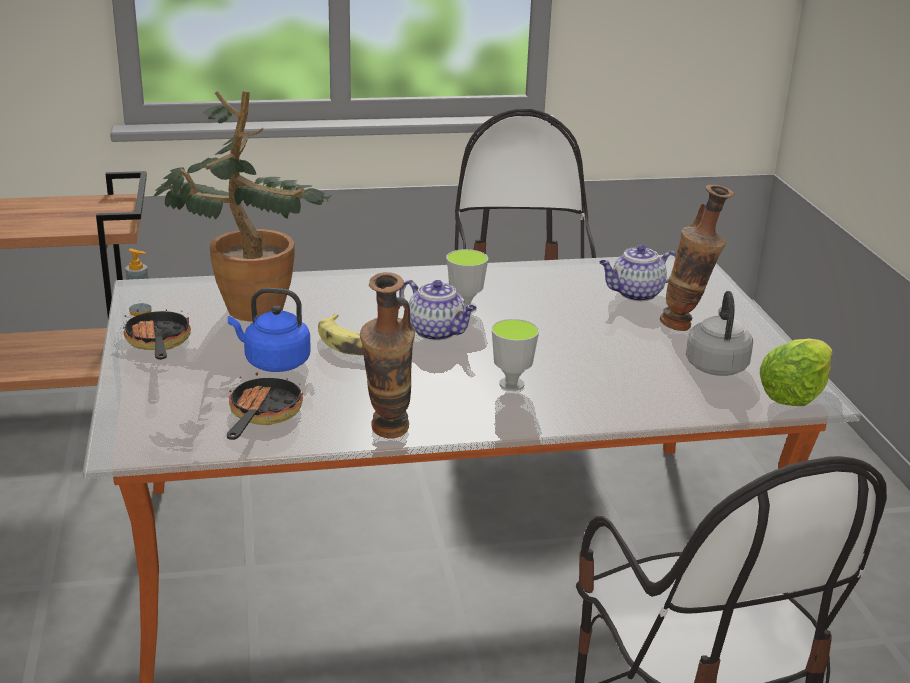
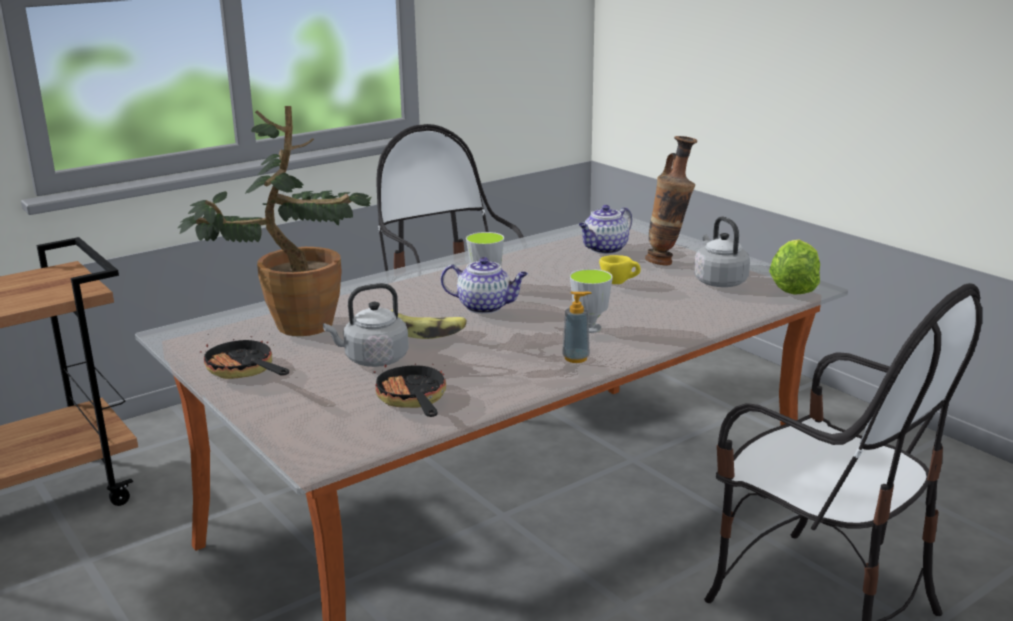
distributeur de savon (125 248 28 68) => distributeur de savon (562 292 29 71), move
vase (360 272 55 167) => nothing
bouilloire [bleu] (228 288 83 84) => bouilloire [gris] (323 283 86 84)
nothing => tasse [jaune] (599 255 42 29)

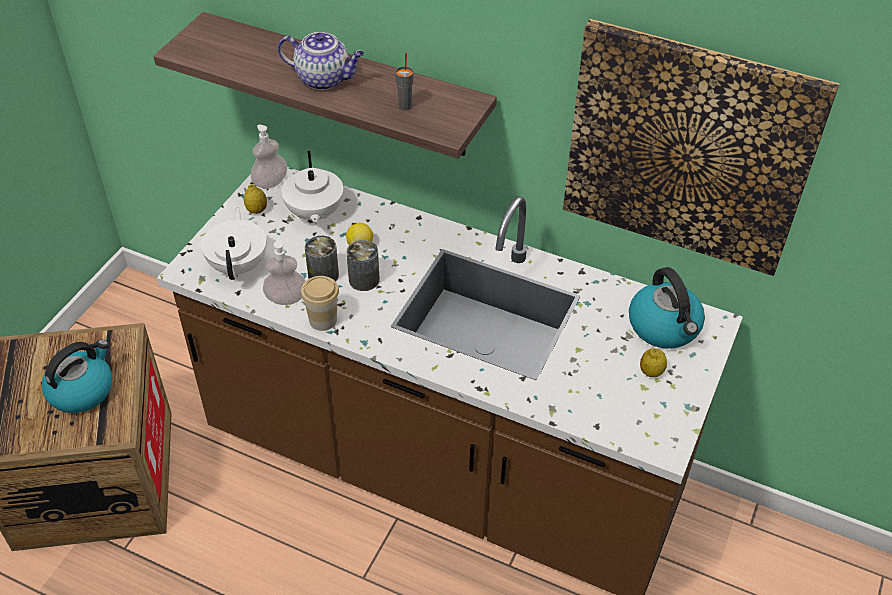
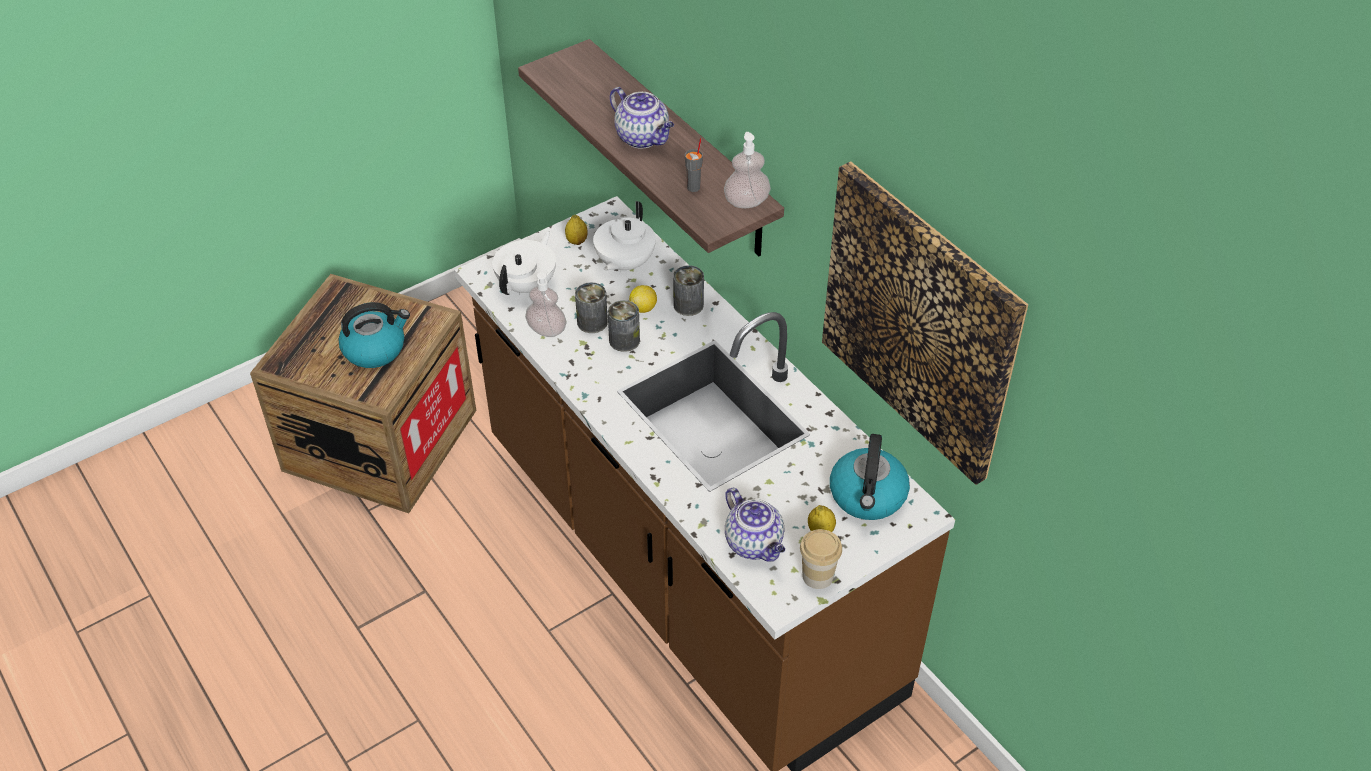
distributeur de savon (251 125 36 64) => distributeur de savon (724 132 47 76), move
tasse (301 276 38 55) => tasse (800 529 42 60), move
nothing => boîte métallique (673 265 31 51)
nothing => théière (725 488 60 74)

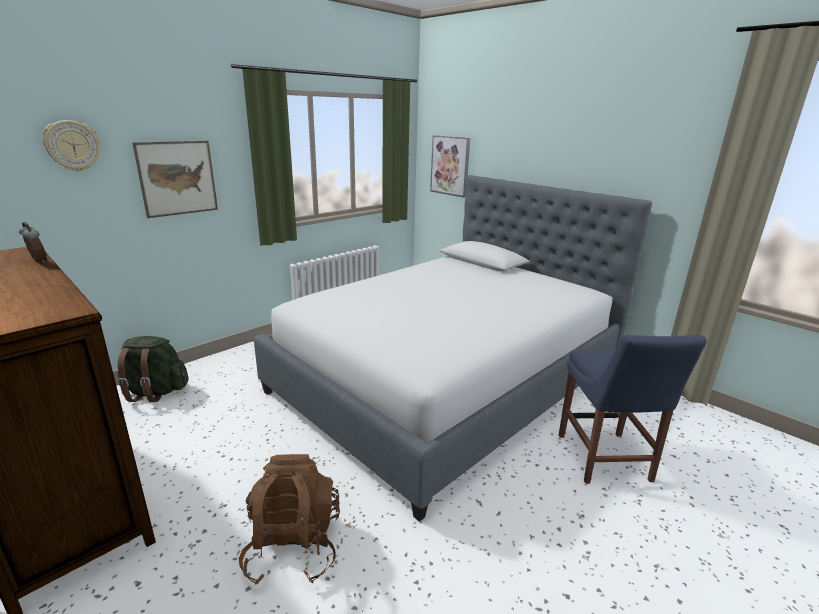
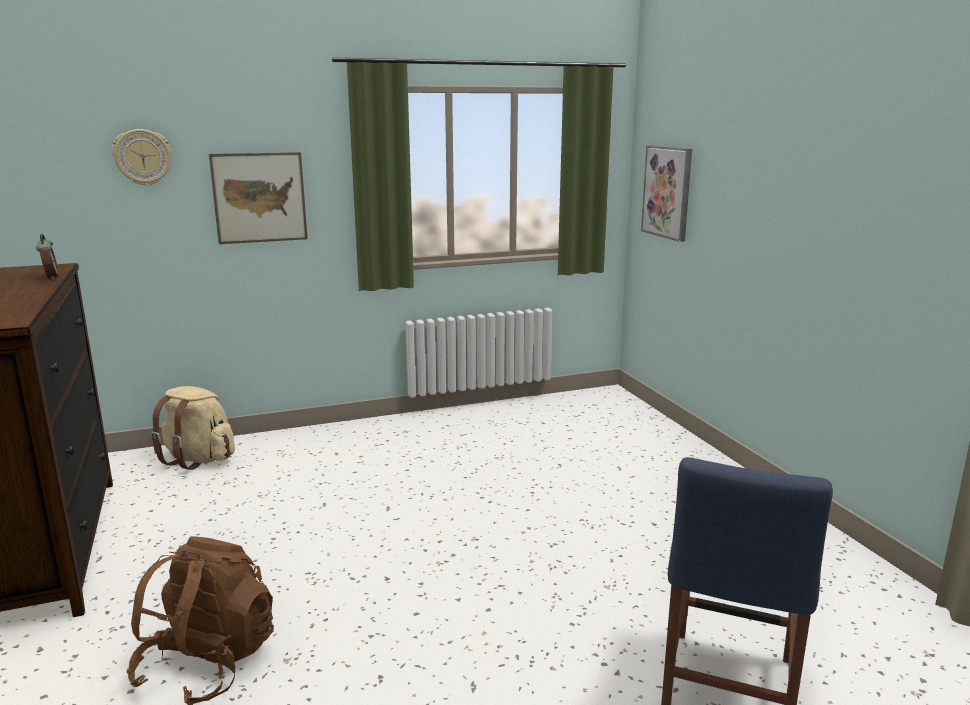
lit (254 175 398 347) => nothing
sac à dos [vert] (118 336 70 66) => sac à dos [beige] (151 386 84 84)

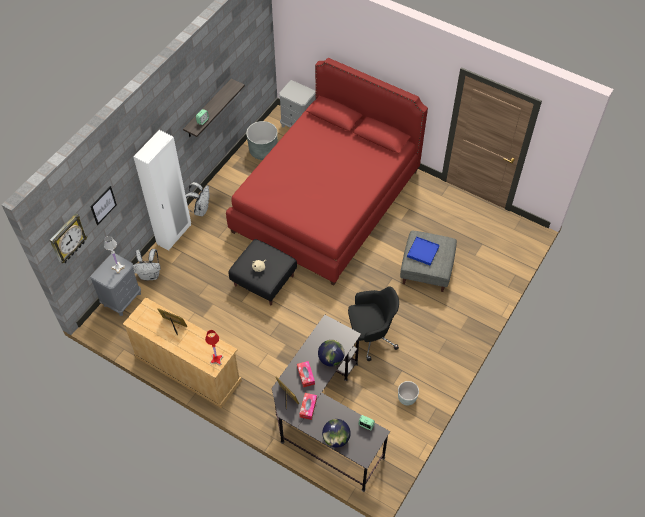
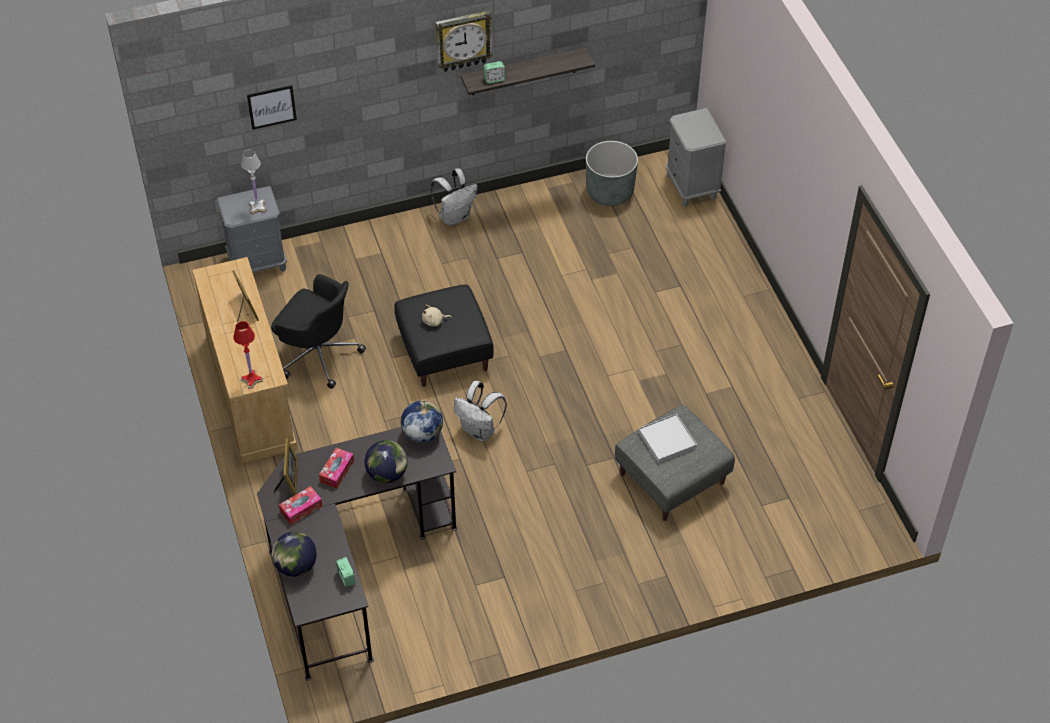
lit [rouge] (226 58 202 227) => nothing
armoire [blanc] (133 130 58 121) => nothing
horloge murale (50 213 37 50) => horloge murale (435 10 58 62), move
plateau [bleu] (407 236 32 29) => plateau [blanc] (638 413 59 50)
sac à dos [blanc] (133 249 27 31) => sac à dos [blanc] (454 381 53 61), move
chaise de bureau [noir] (348 286 51 75) => chaise de bureau [noir] (271 274 95 115), move
cache-pot [gris] (398 381 21 24) => nothing
nothing => globe (401 401 42 42)

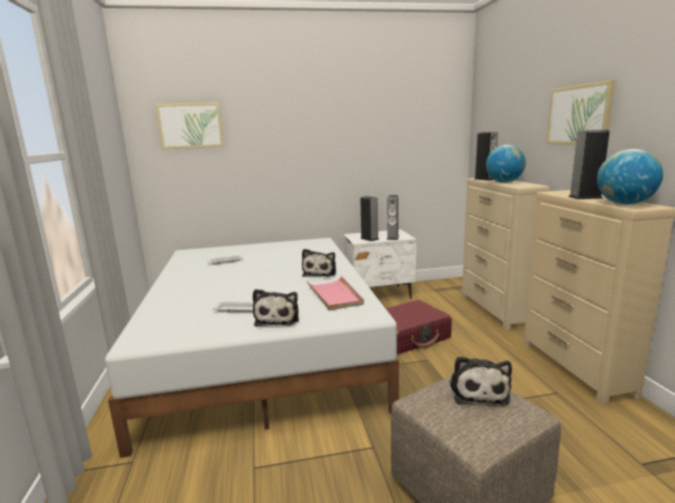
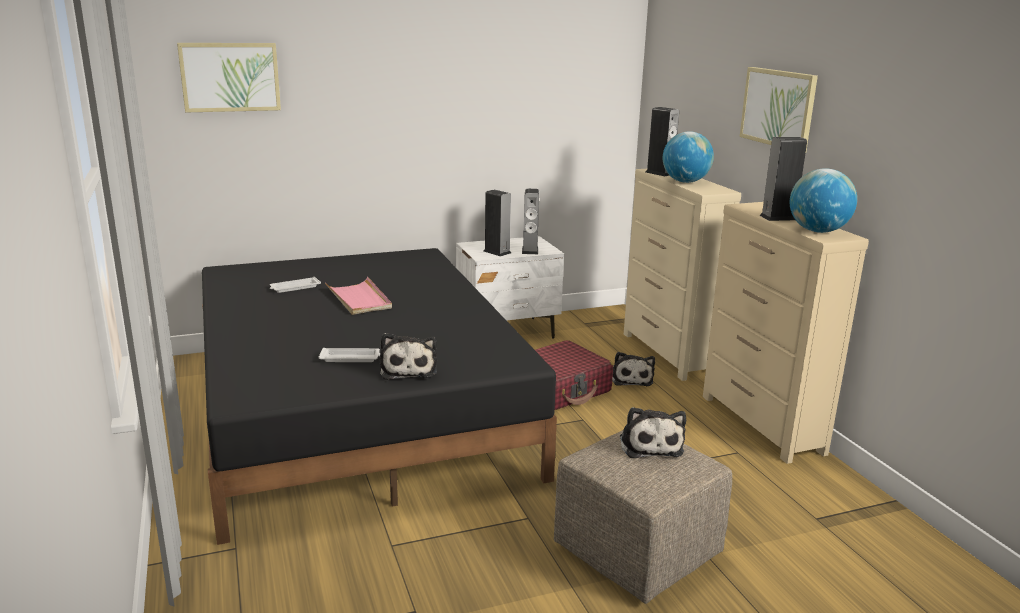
lit [blanc] (105 238 294 220) => lit [noir] (202 248 355 297)
peluche (302 249 34 28) => peluche (612 352 43 34), move
plateau [rose] (306 276 58 35) => plateau [rose] (325 277 67 38), move

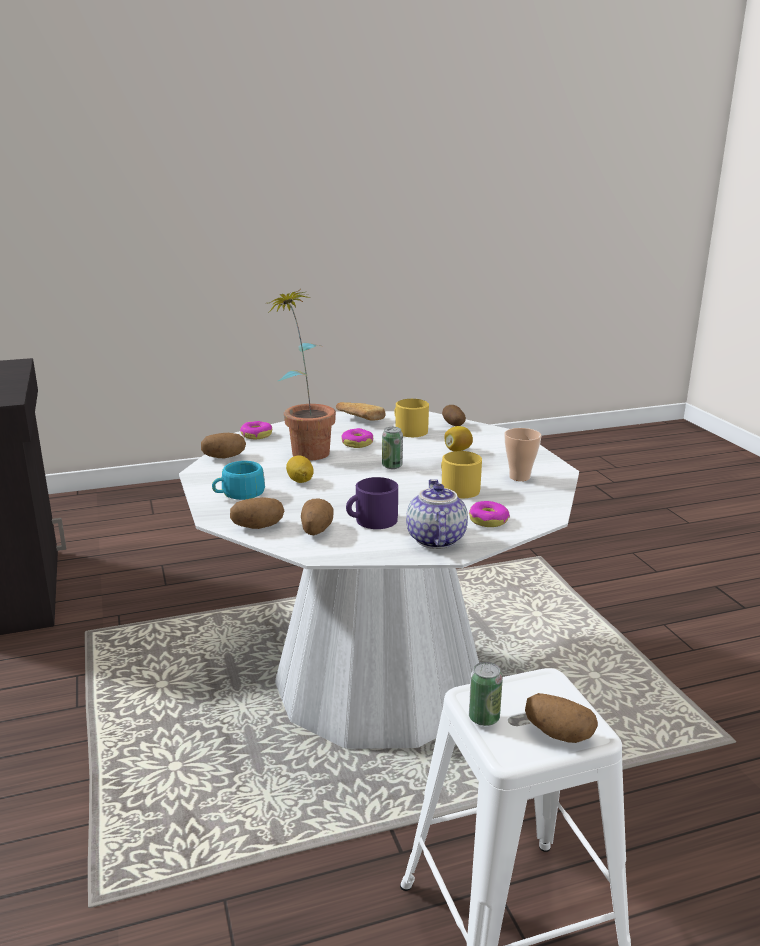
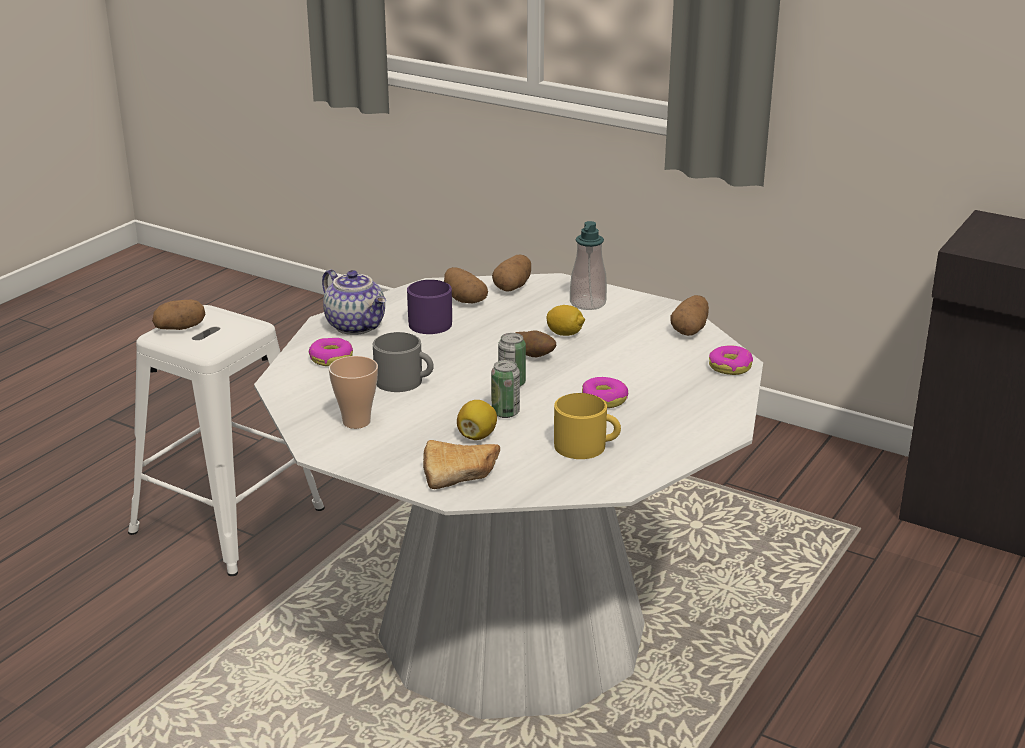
plante en pot (269 289 67 171) => nothing
pain (336 402 50 19) => pain (423 440 77 49), move
pomme de terre (442 405 24 21) => pomme de terre (516 331 40 26), move
mug [jaune] (441 451 41 47) => mug [gris] (373 332 61 60)
tasse [turquoise] (212 461 53 39) => distributeur de savon (570 221 37 89)
boîte métallique (469 662 34 64) => boîte métallique (491 360 29 58), move

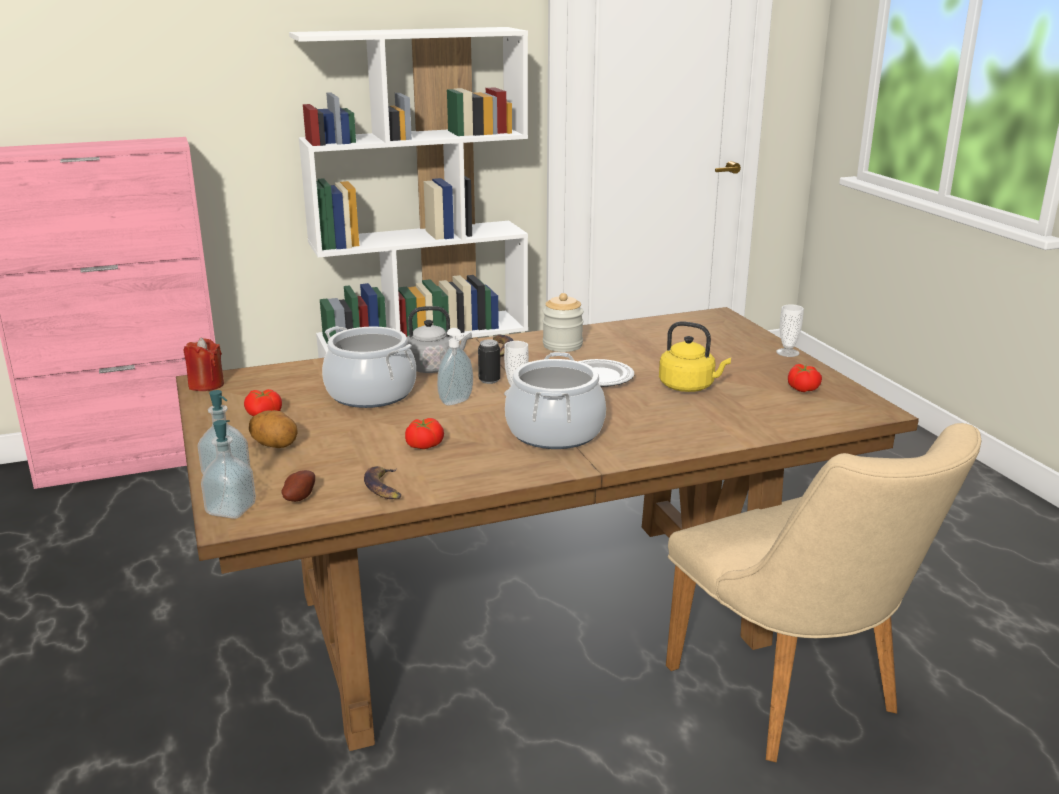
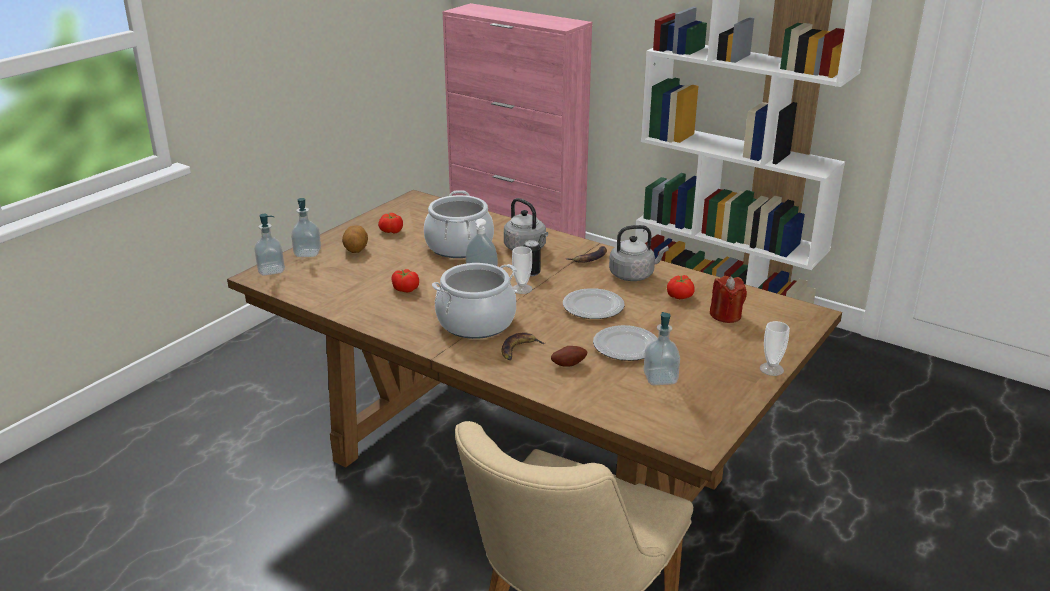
bocal (543 293 41 59) => bouilloire [gris] (609 225 60 56)
bouilloire [jaune] (659 321 72 71) => assiette (593 325 65 36)
bougie [rouge] (184 337 40 54) => bougie [rouge] (710 276 37 47), move
tomate (788 364 34 28) => tomate (667 275 28 24), move
banane (364 466 37 33) => banane (502 332 43 28), move
pomme de terre (282 470 33 32) => pomme de terre (551 346 36 21), move
nothing => distributeur de savon (644 312 36 73)

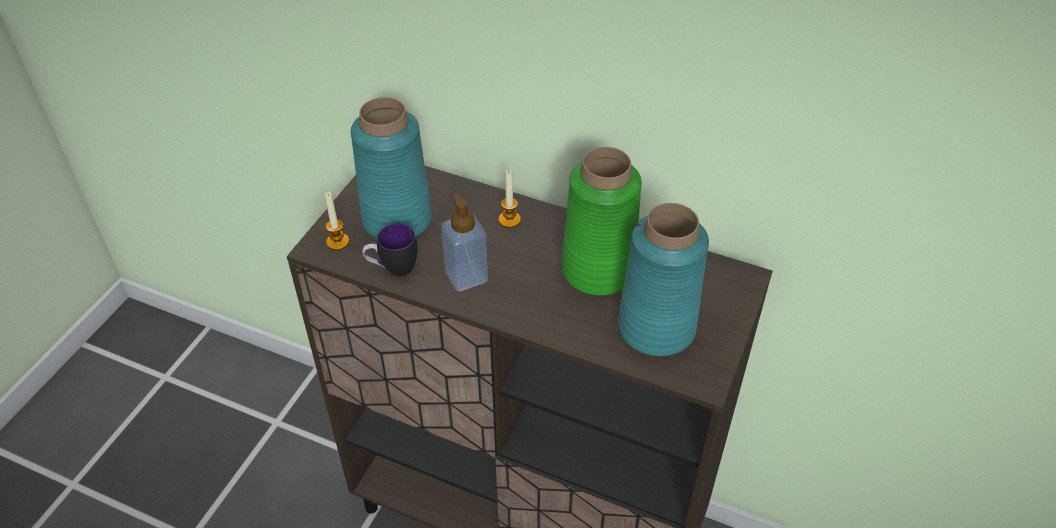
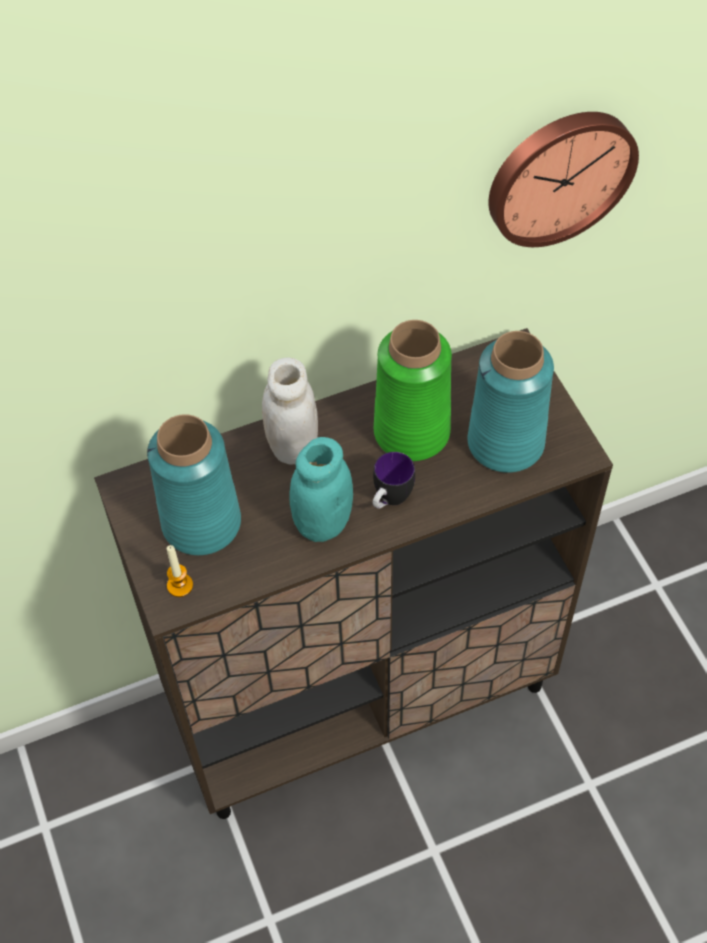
bougie (498 170 23 58) => bocal [blanc] (262 358 56 107)
distributeur de savon (441 194 47 98) => bocal [turquoise] (289 437 64 105)
mug (362 223 55 54) => mug (372 452 43 57), move
nothing => horloge murale (488 112 151 135)

